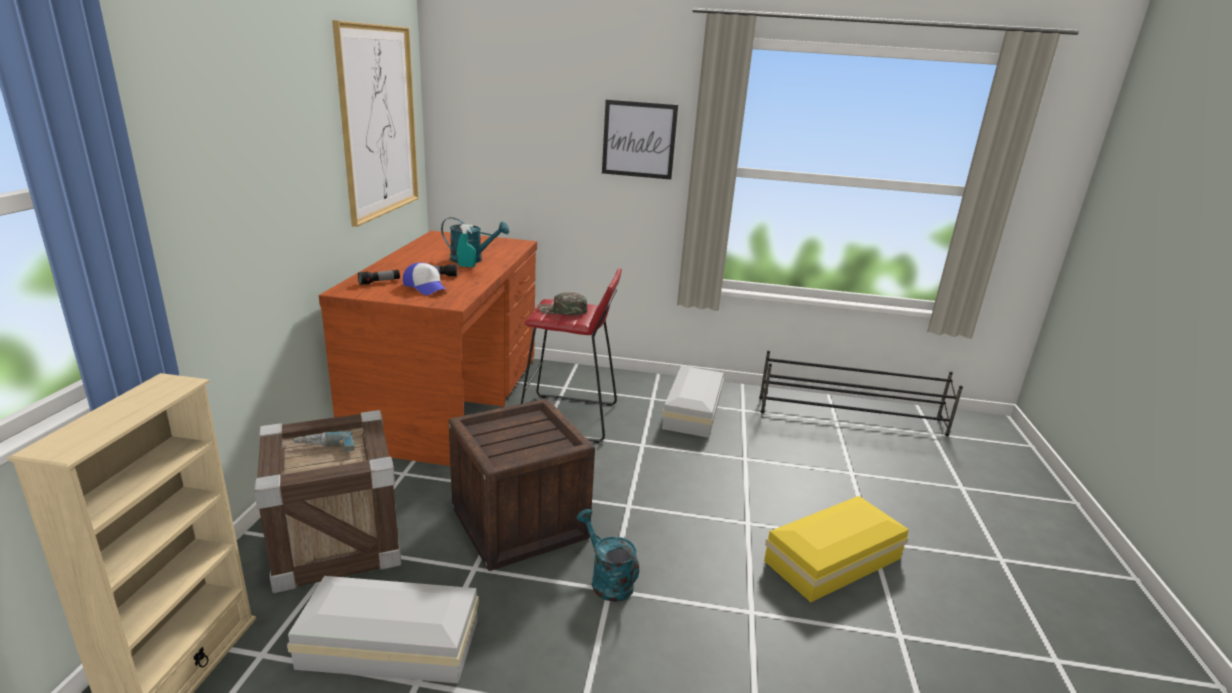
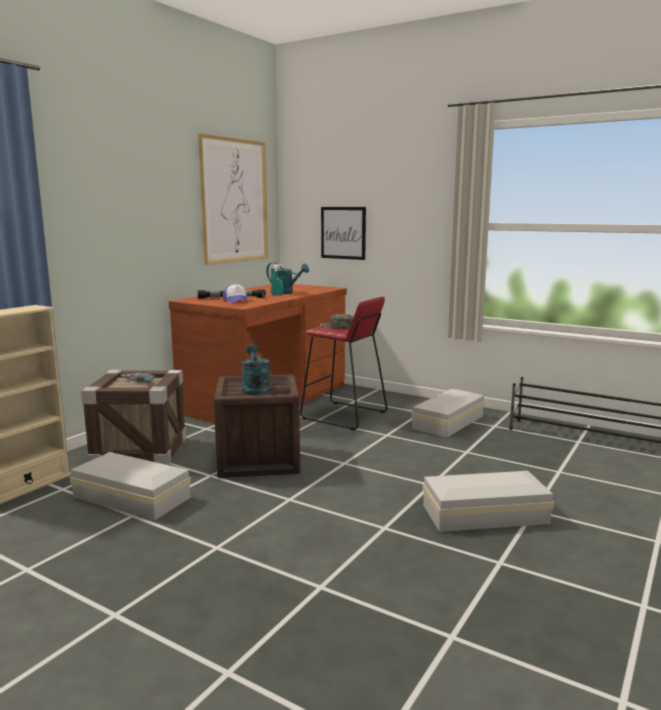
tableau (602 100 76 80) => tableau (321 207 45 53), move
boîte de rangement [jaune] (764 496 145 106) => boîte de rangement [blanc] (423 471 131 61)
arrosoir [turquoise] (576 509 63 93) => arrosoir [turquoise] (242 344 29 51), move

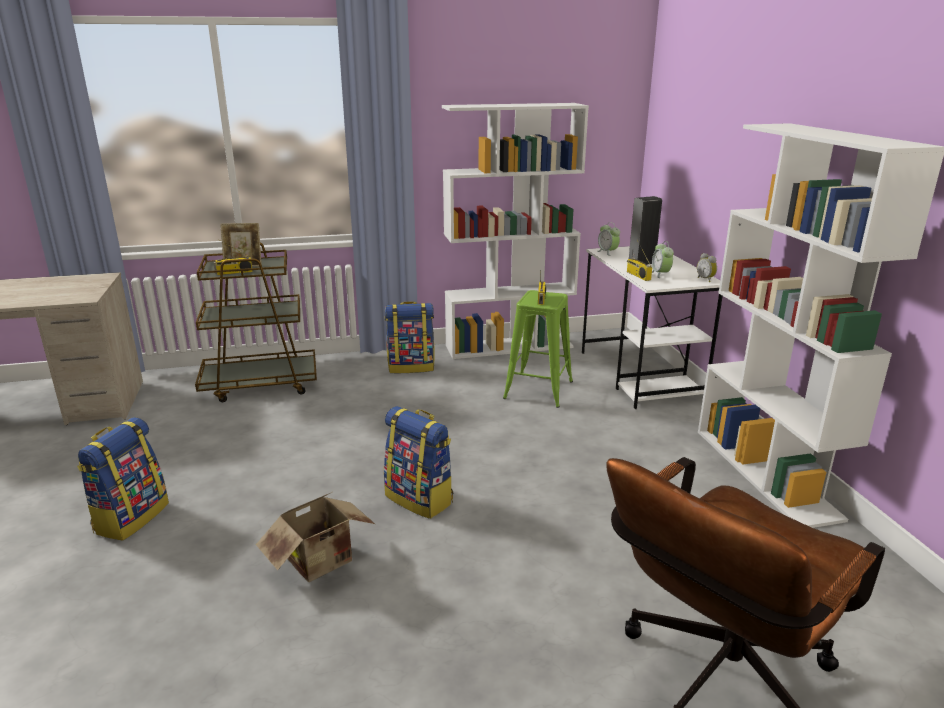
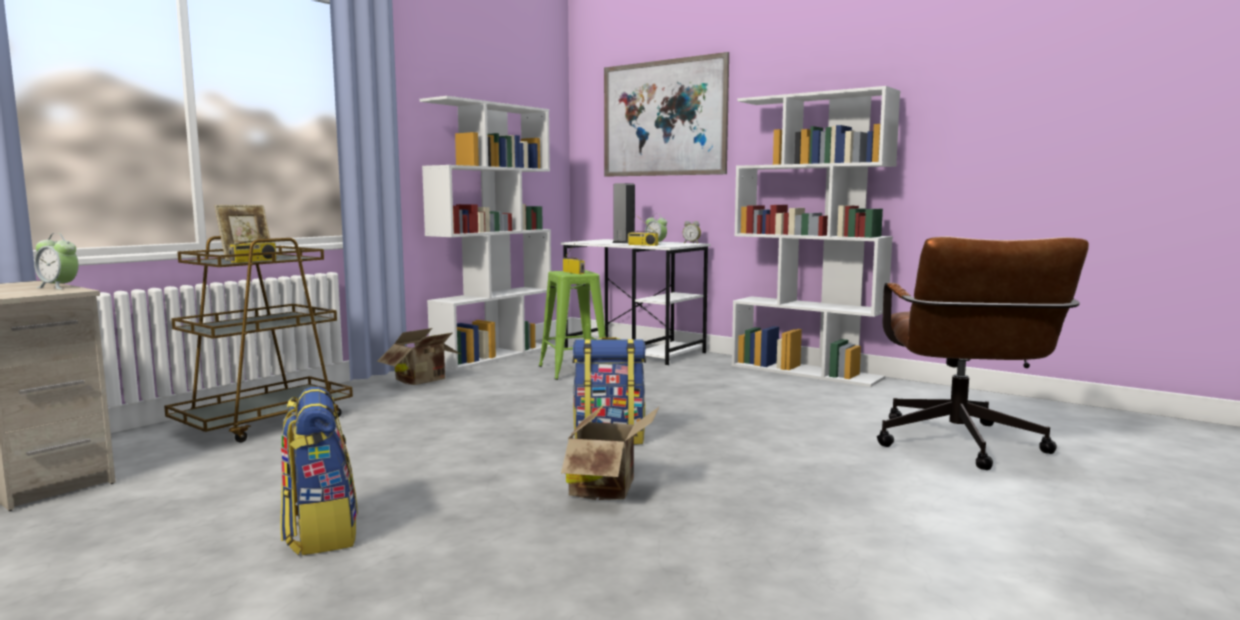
réveil (597 222 23 34) => réveil (34 233 45 57), move
sac à dos (385 301 50 72) => carton (377 328 85 57)
nothing => tableau (604 52 125 125)

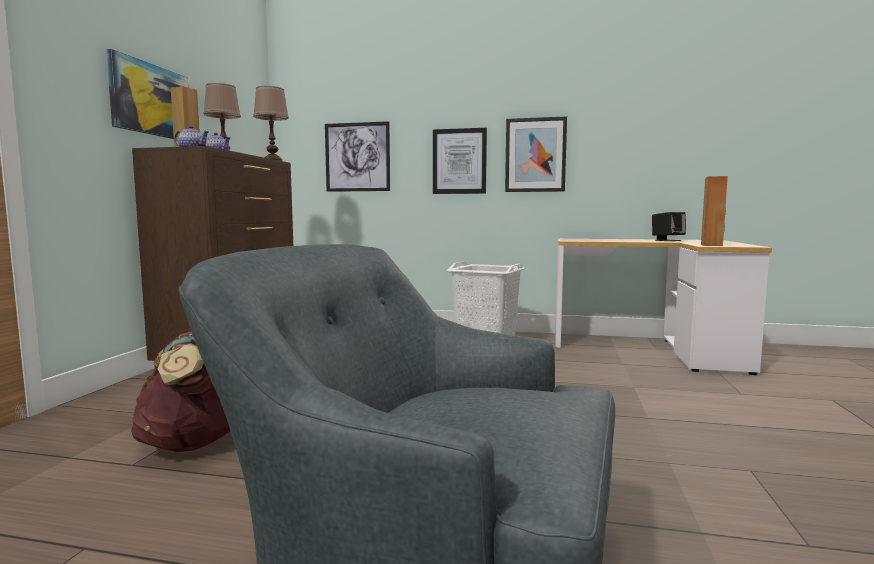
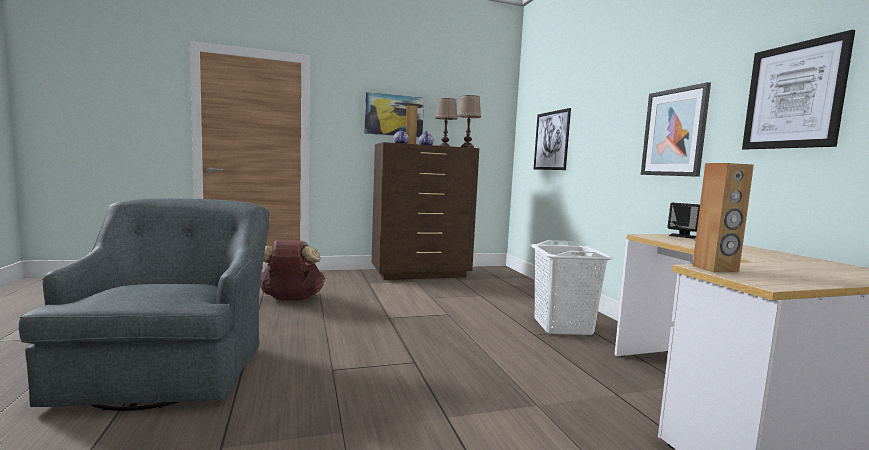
tableau (433 128 54 66) => tableau (742 30 113 120), move
enceinte [noir] (652 212 34 29) => enceinte [noir] (667 203 33 36), move

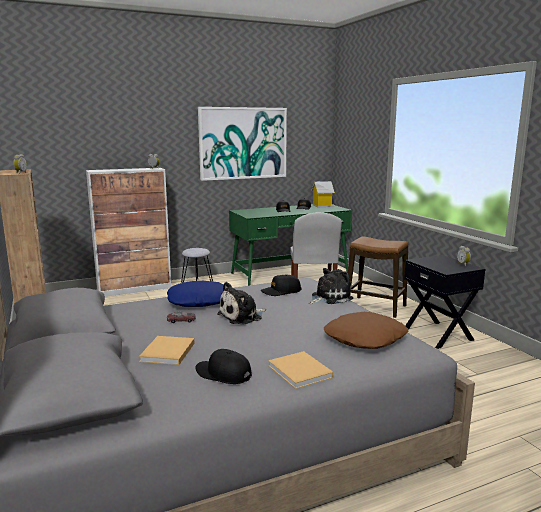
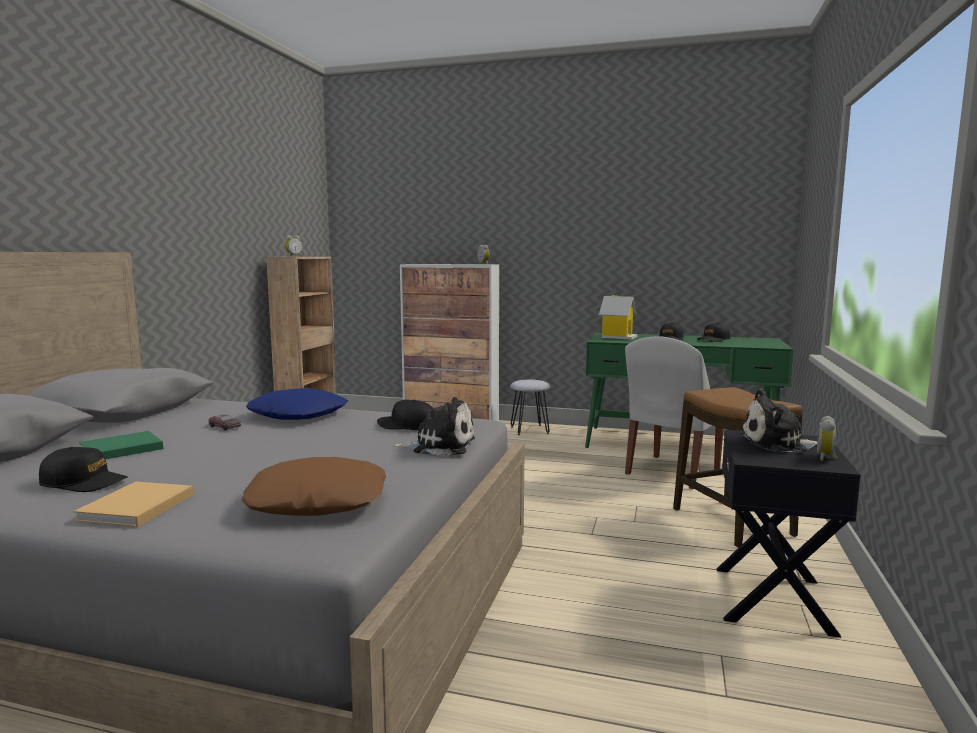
tableau (198 107 89 74) => nothing
maison miniature (311 181 24 26) => maison miniature (599 295 39 45), move
peluche (217 282 49 43) => peluche (740 389 77 63), move
livre [beige] (139 336 55 29) => livre [vert] (79 431 84 28)
casquette [noir] (196 349 56 35) => casquette [noir] (39 447 88 45), 120 degrees clockwise

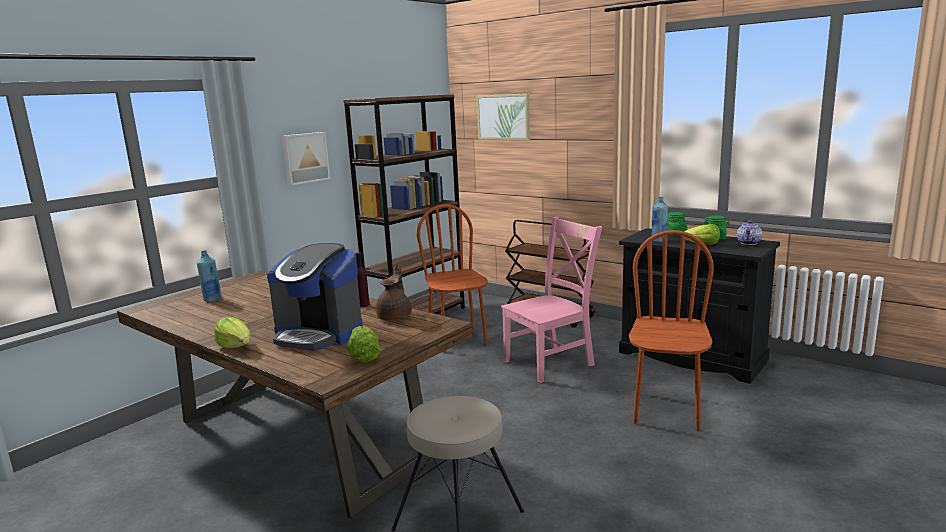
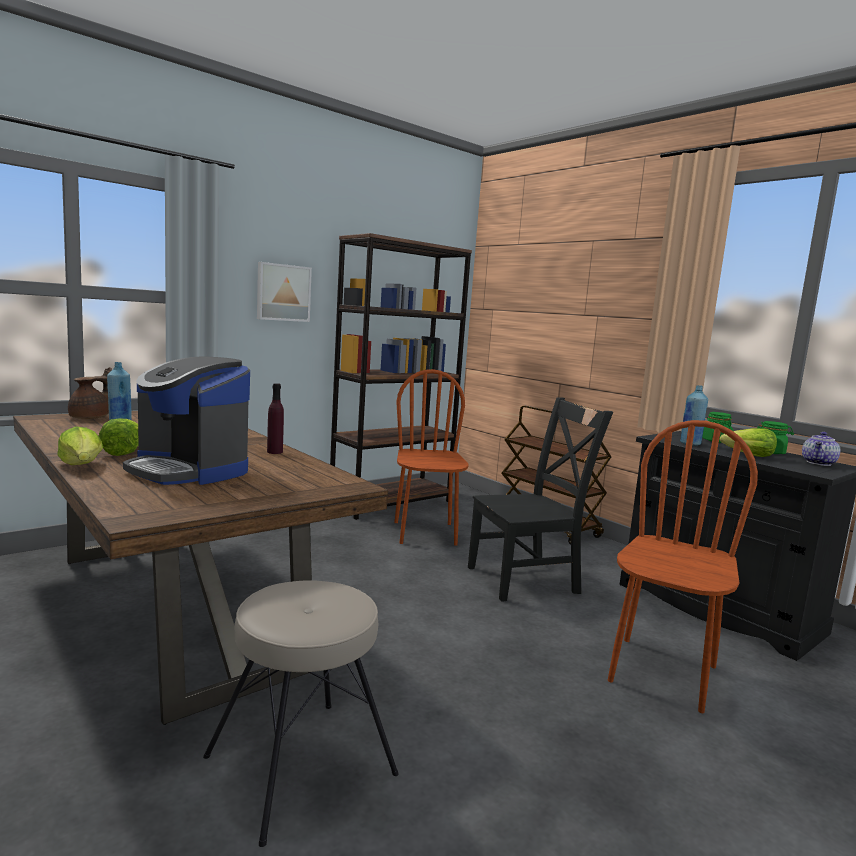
tableau (477 93 53 47) => nothing
chaise [rose] (501 217 101 166) => chaise [noir] (468 397 145 205)
théière [marron] (376 264 36 56) => théière [marron] (68 367 44 52), move
laitue (347 326 33 37) => laitue (99 418 40 38), move

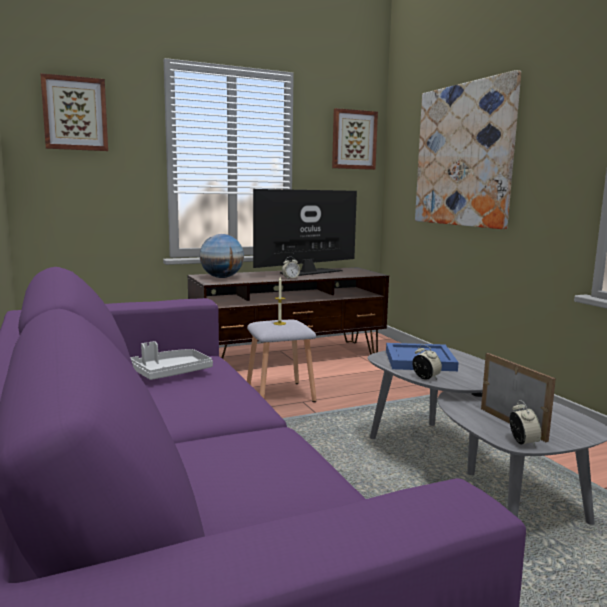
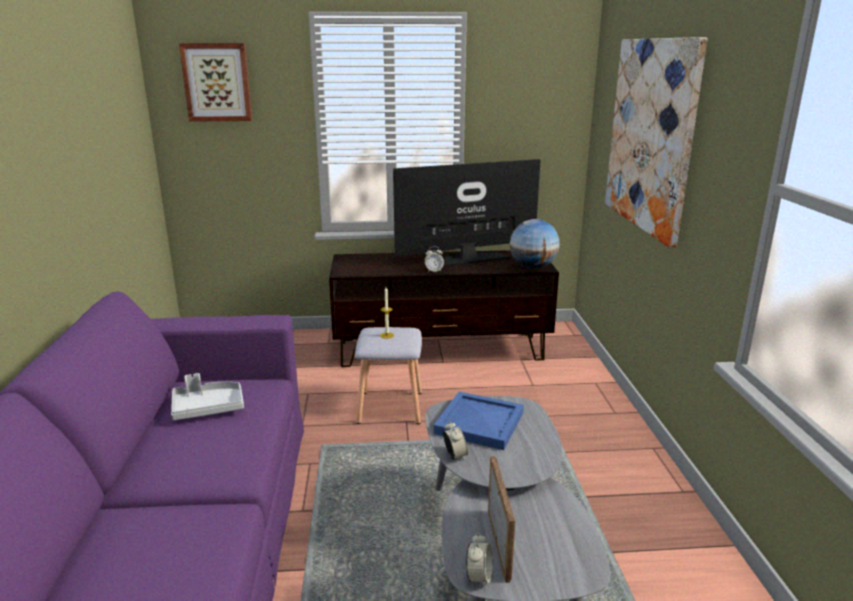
tableau (332 108 46 62) => nothing
globe (200 234 44 44) => globe (510 219 50 50), move

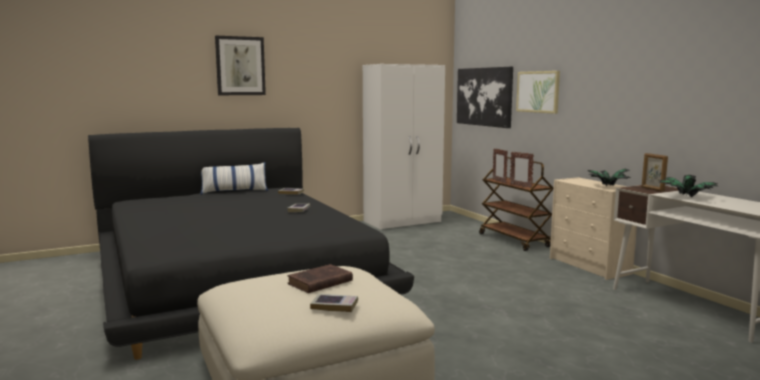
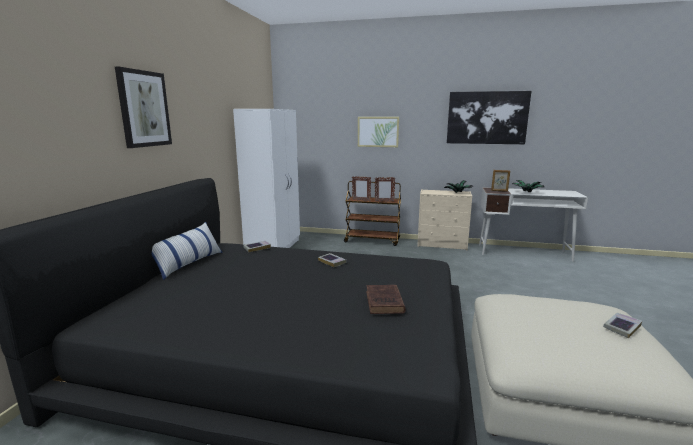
tableau (457 66 56 62) => tableau (447 91 84 53), move
livre [marron] (287 264 66 29) => livre [marron] (366 285 40 29), move

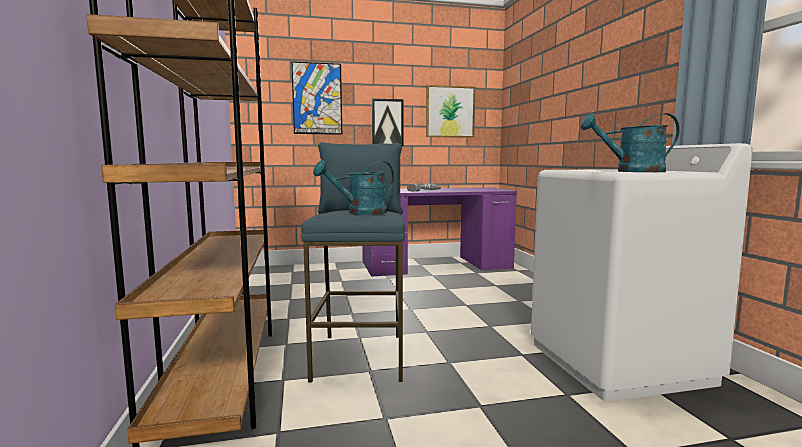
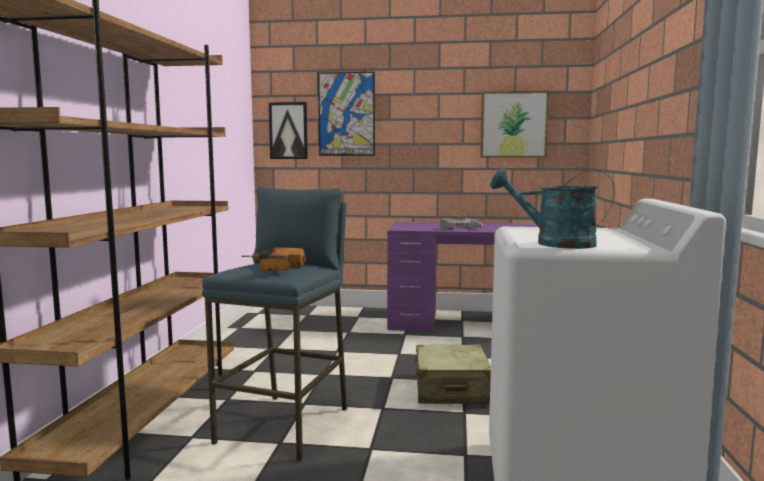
tableau (372 98 32 48) => tableau (269 102 39 57), move
arrosoir [turquoise] (313 160 81 55) => perceuse (242 247 64 24)
nothing => valise [beige] (414 344 77 60)

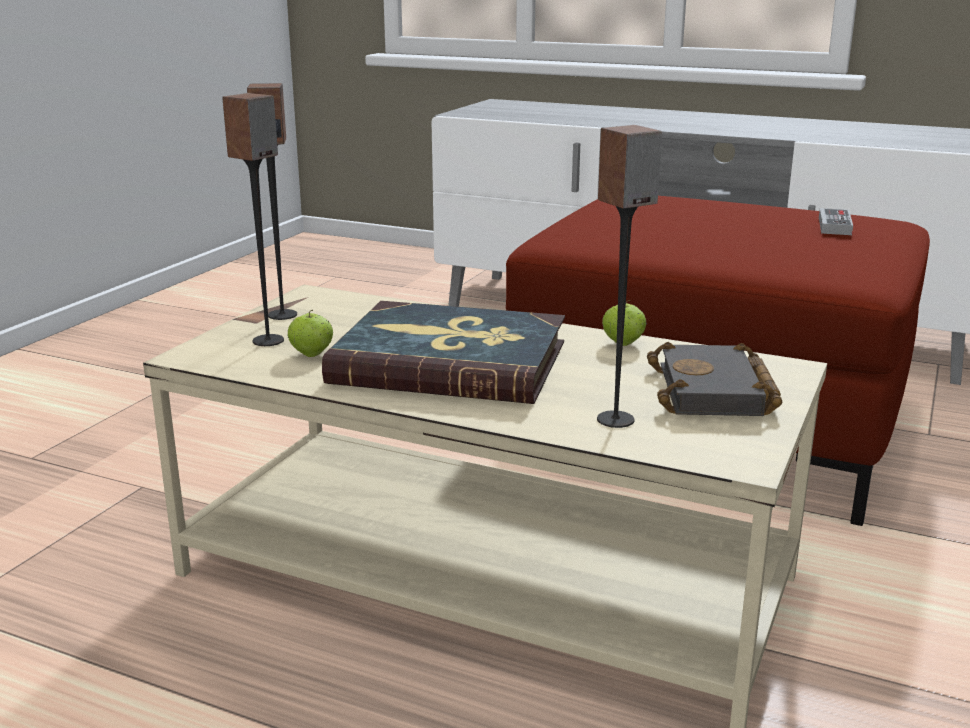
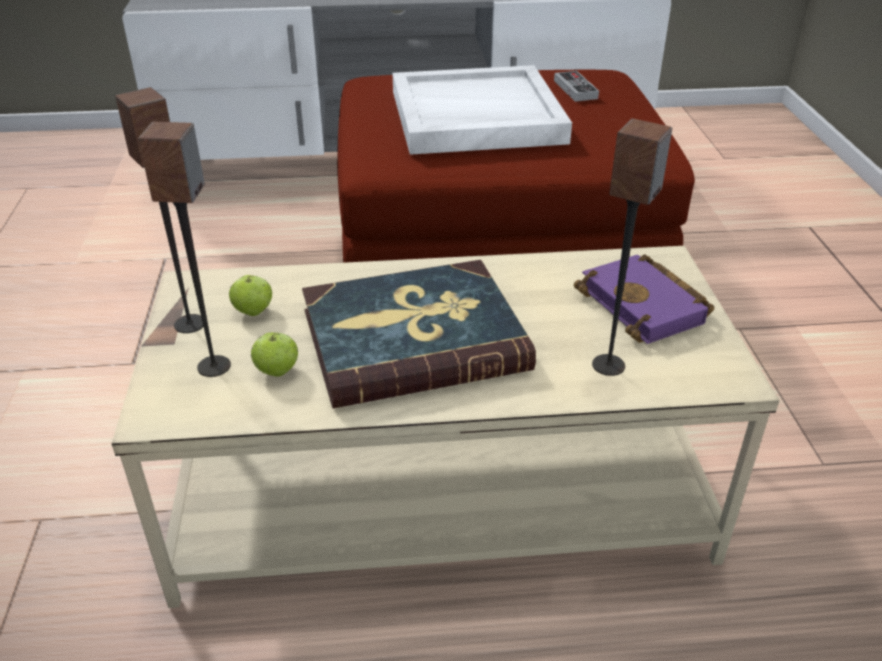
pomme (602 300 45 46) => pomme (229 275 43 41), move
livre [noir] (647 342 135 74) => livre [violet] (574 255 140 89)
nothing => plateau [blanc] (392 65 180 90)

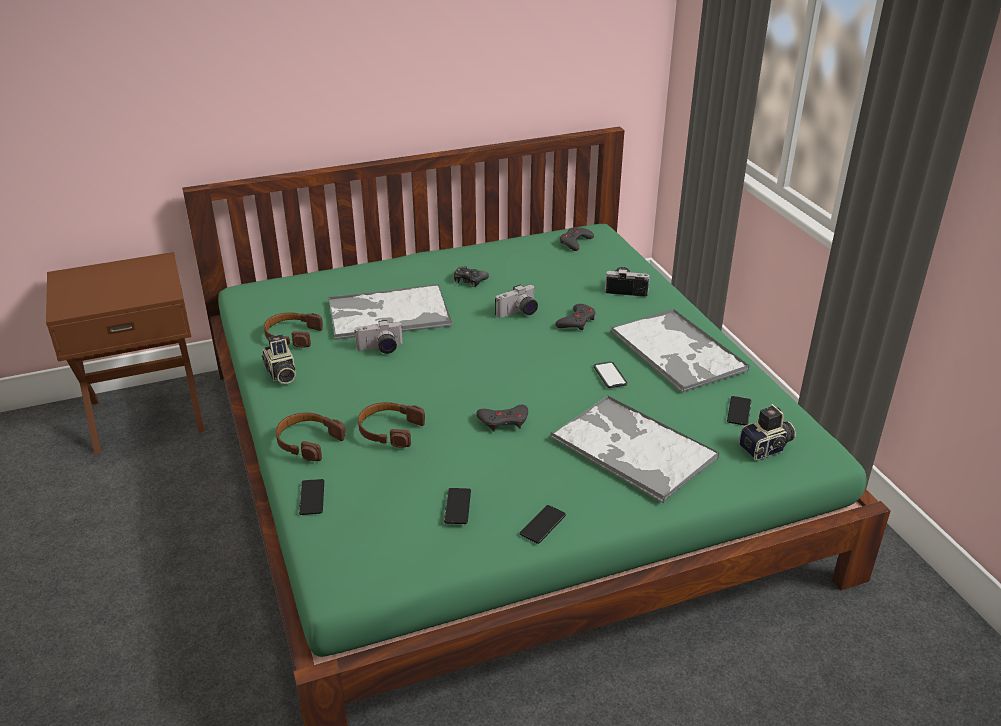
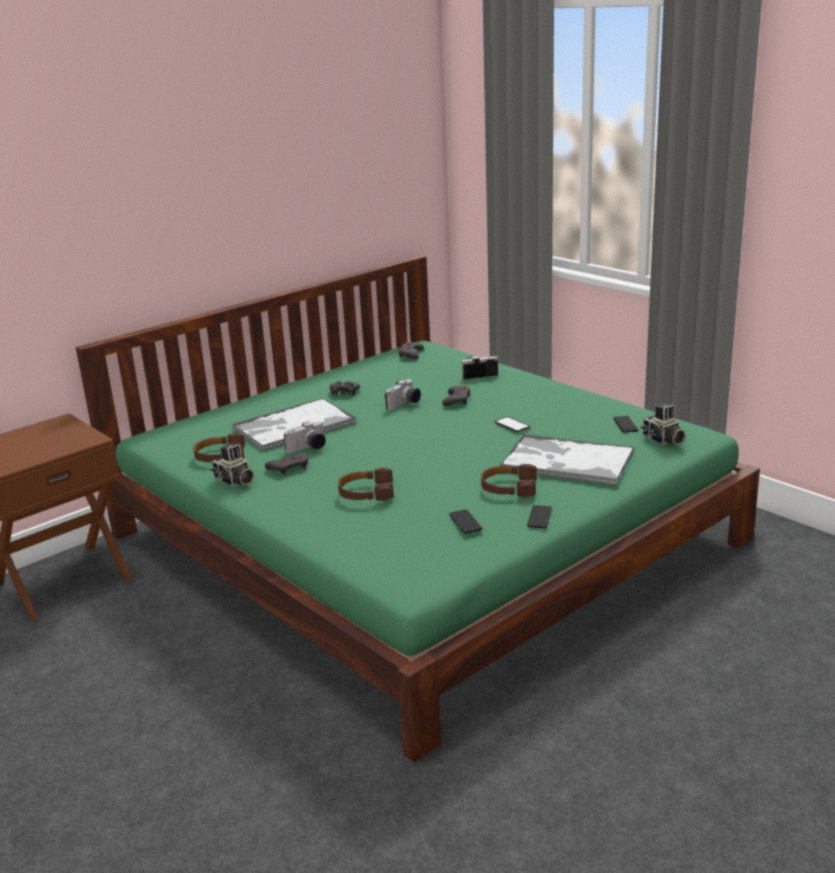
plateau (611 309 139 84) => nothing
appareil photo (739 404 57 56) => appareil photo (641 403 45 42), 105 degrees clockwise
manette [gris] (476 405 52 27) => manette [gris] (265 452 44 23), move
casque audio [marron] (276 413 70 48) => casque audio [marron] (481 464 56 33), move
téléphone (299 479 25 36) => nothing

